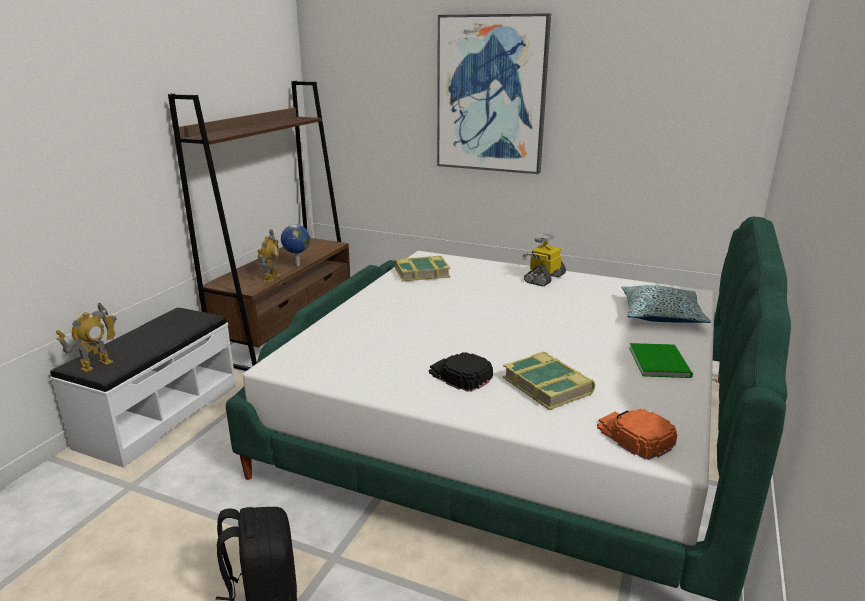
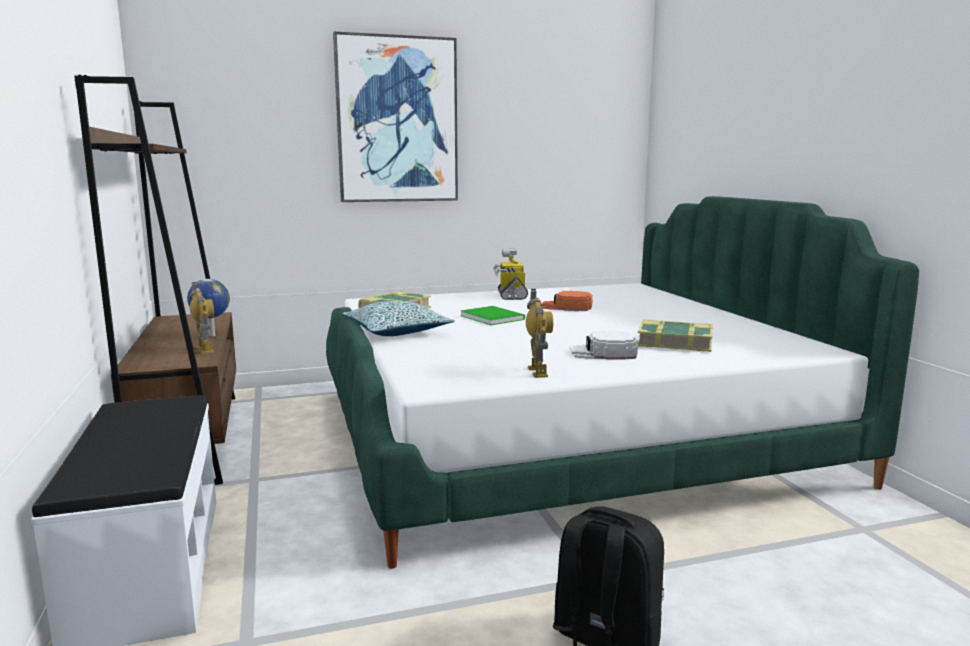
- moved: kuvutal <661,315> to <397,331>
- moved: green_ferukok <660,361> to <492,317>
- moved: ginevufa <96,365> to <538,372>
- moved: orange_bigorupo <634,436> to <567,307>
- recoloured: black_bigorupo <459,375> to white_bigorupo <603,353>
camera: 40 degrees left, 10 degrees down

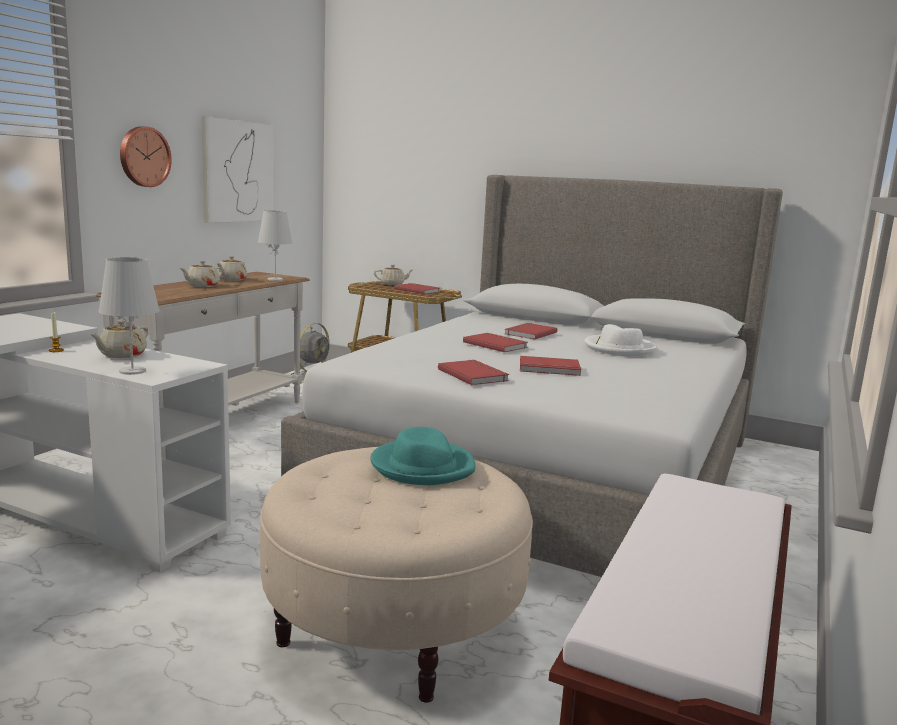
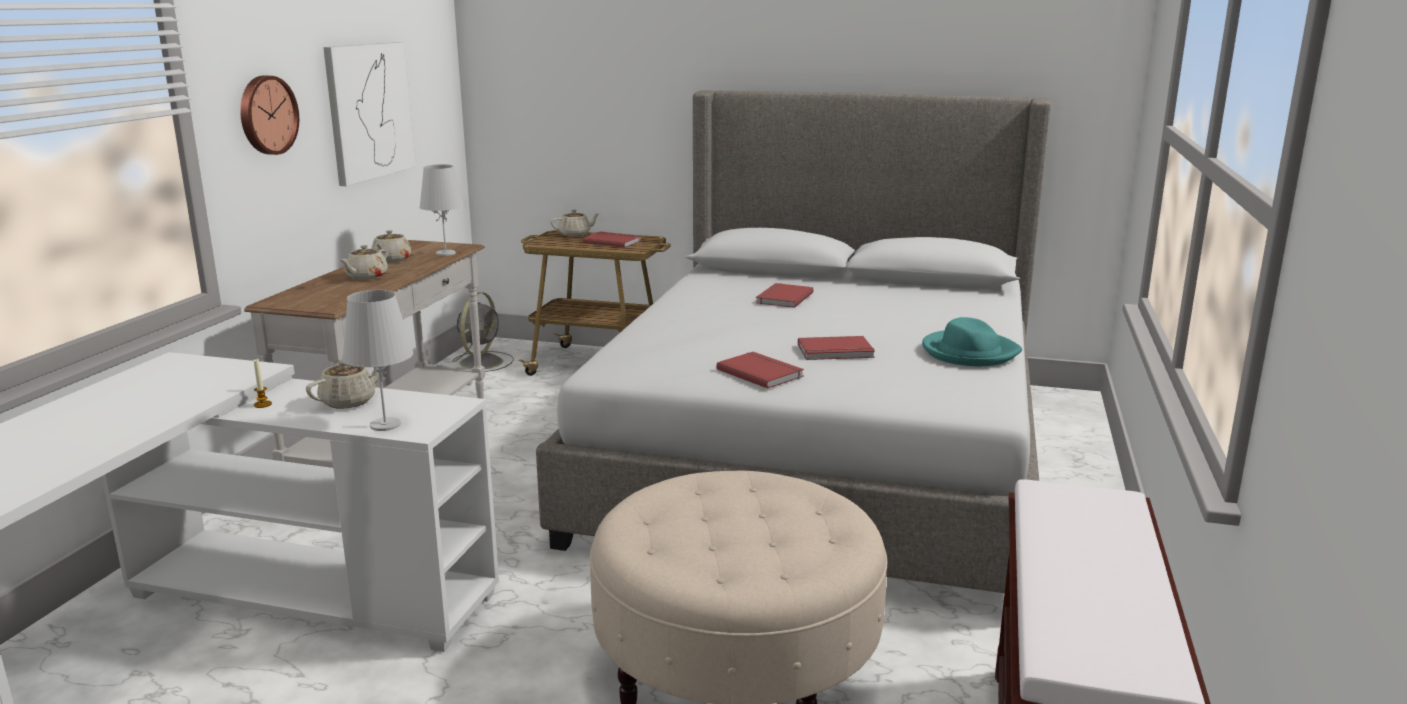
- turned: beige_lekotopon <121,355> = <349,401> 150 degrees counterclockwise
- moved: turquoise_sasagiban <422,466> to <969,352>
- removed: red_ferukok <496,344>
- removed: white_sasagiban <619,349>
camera: 10 degrees left, 5 degrees up

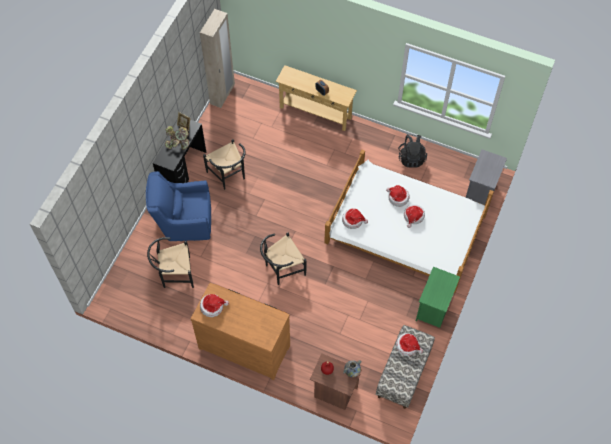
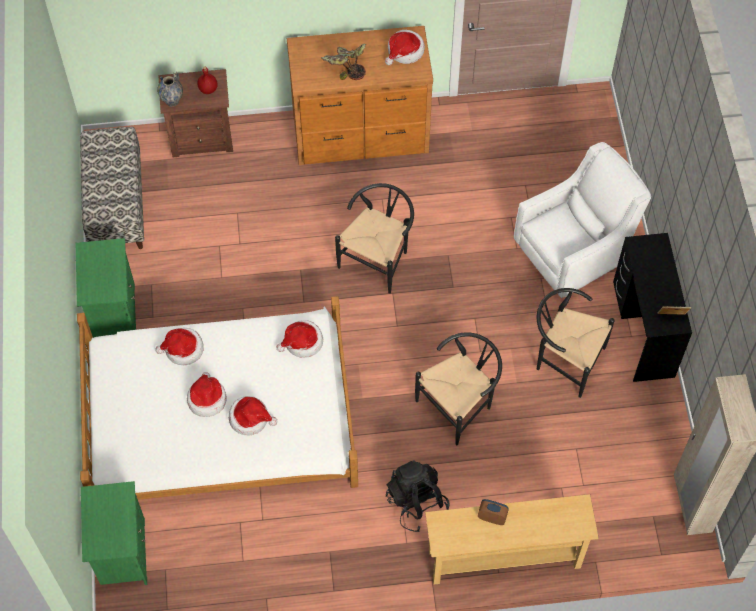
- recoloured: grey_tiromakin <480,193> to green_tiromakin <122,553>
- moved: sasagiban <407,346> to <183,350>
- moved: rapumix <178,143> to <345,68>
- moved: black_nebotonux <411,158> to <416,503>
- moved: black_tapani <174,274> to <459,404>
- recoloured: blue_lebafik <183,223> to white_lebafik <575,252>
camera: 150 degrees right, 0 degrees up

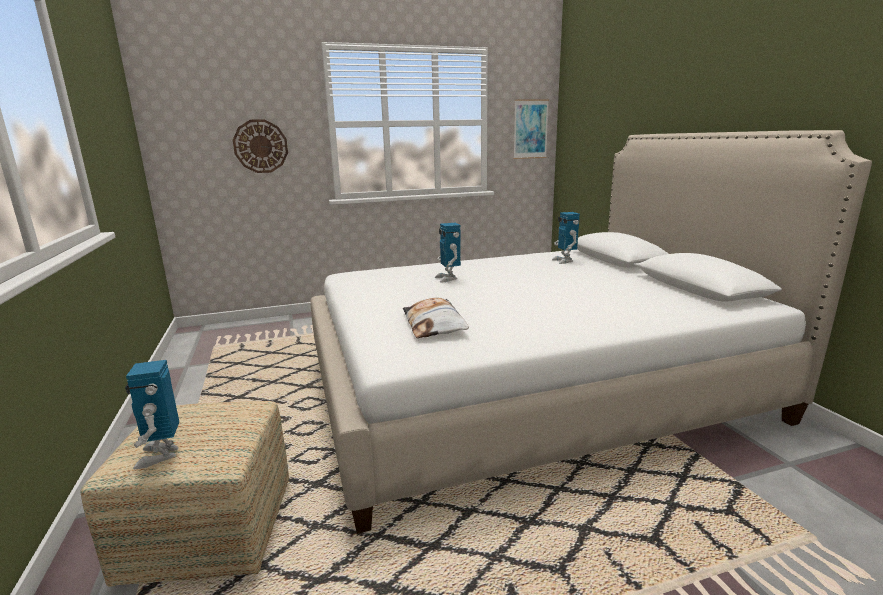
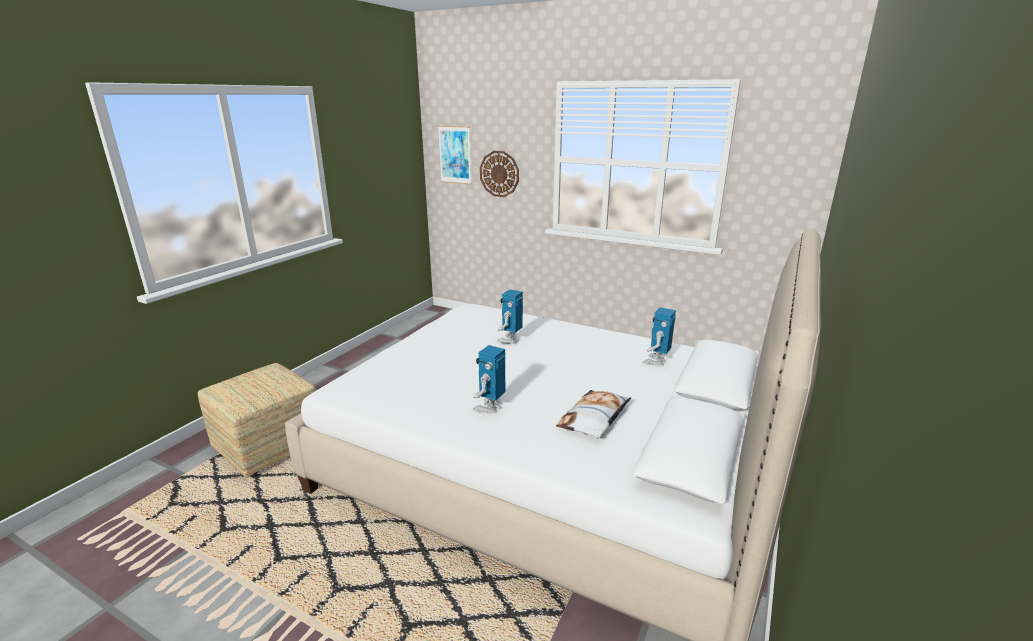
- moved: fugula <530,129> to <455,155>
- moved: ginevufa <161,454> to <490,408>
- moved: kuvutal <434,324> to <595,418>
camera: 45 degrees right, 5 degrees up

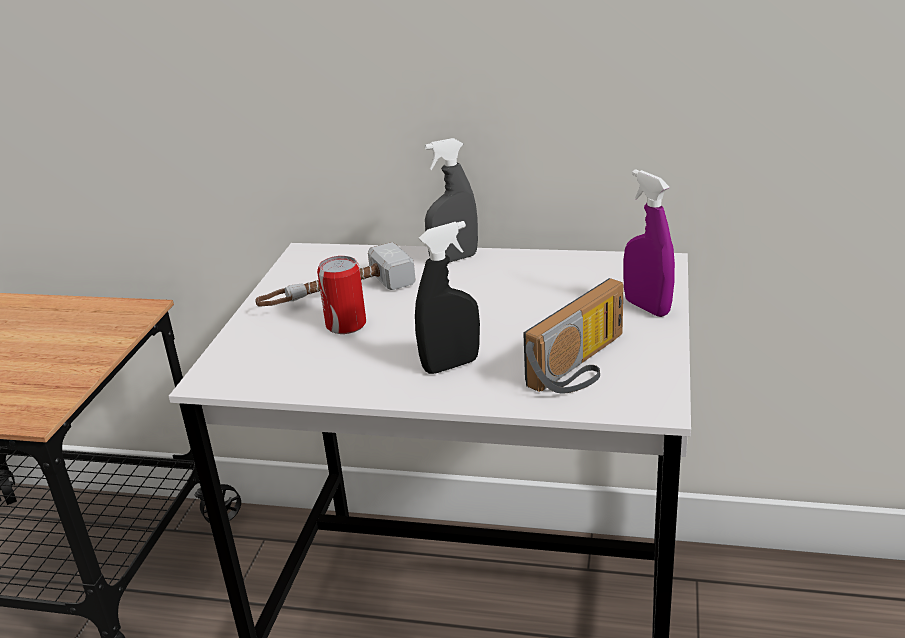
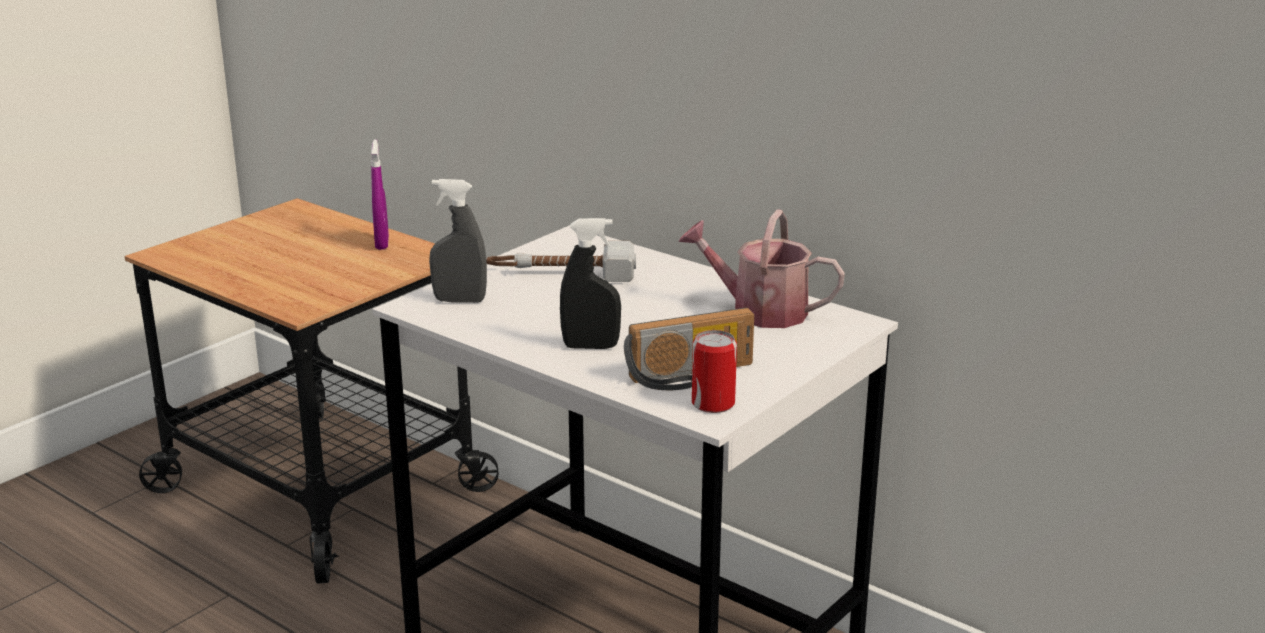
- moved: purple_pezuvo <646,307> to <382,243>
- moved: grey_pezuvo <454,259> to <460,300>
- added: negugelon <759,311>
- moved: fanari <346,324> to <713,403>
camera: 25 degrees right, 5 degrees down

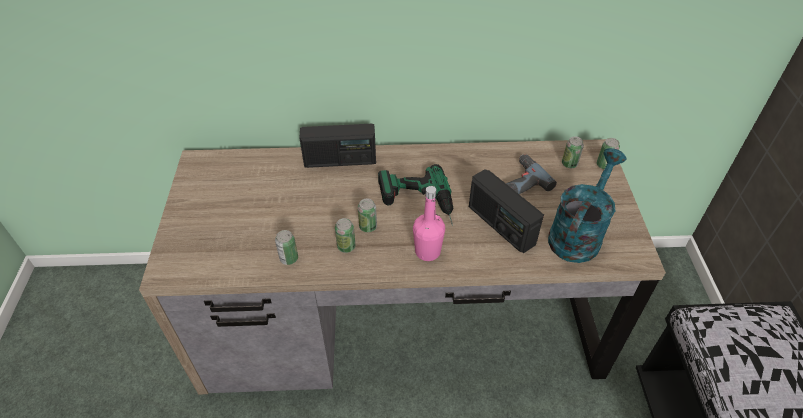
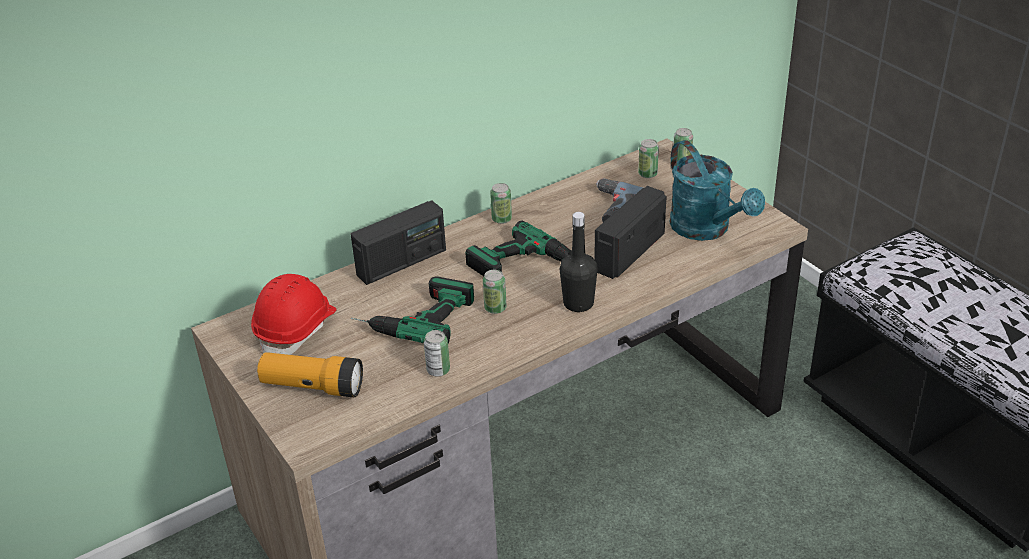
- added: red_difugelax <297,329>
- added: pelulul <313,387>
- added: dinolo <413,316>
- moved: fanari <346,246> to <501,219>
- recoloured: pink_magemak <427,252> to black_magemak <578,303>
- turned: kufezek <501,225> = <629,252> 105 degrees clockwise
- turned: turquoise_negugelon <578,233> = <707,229> 150 degrees clockwise
camera: 30 degrees left, 10 degrees down

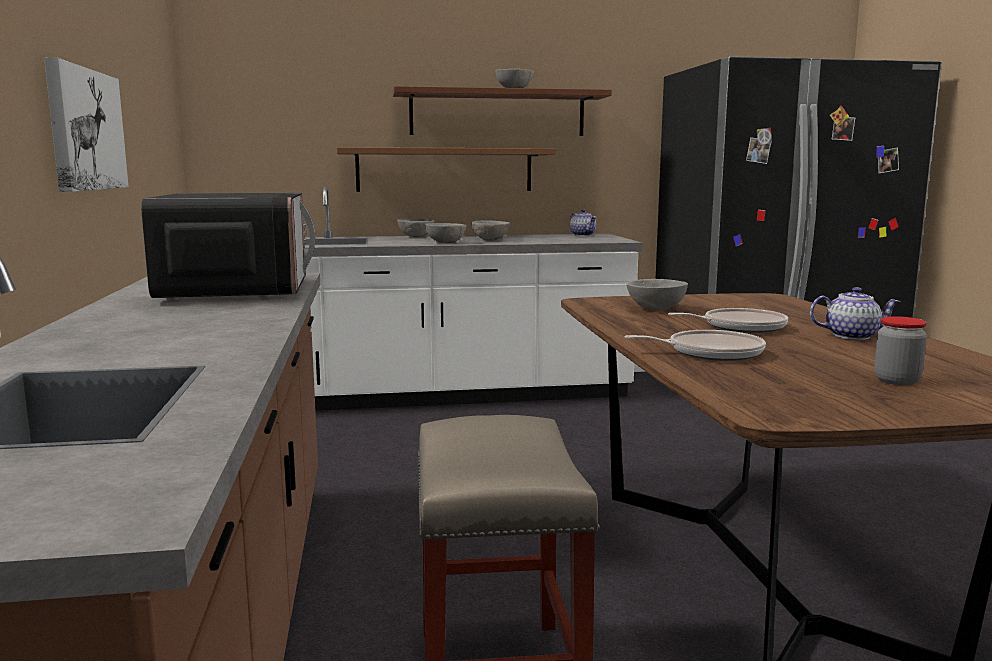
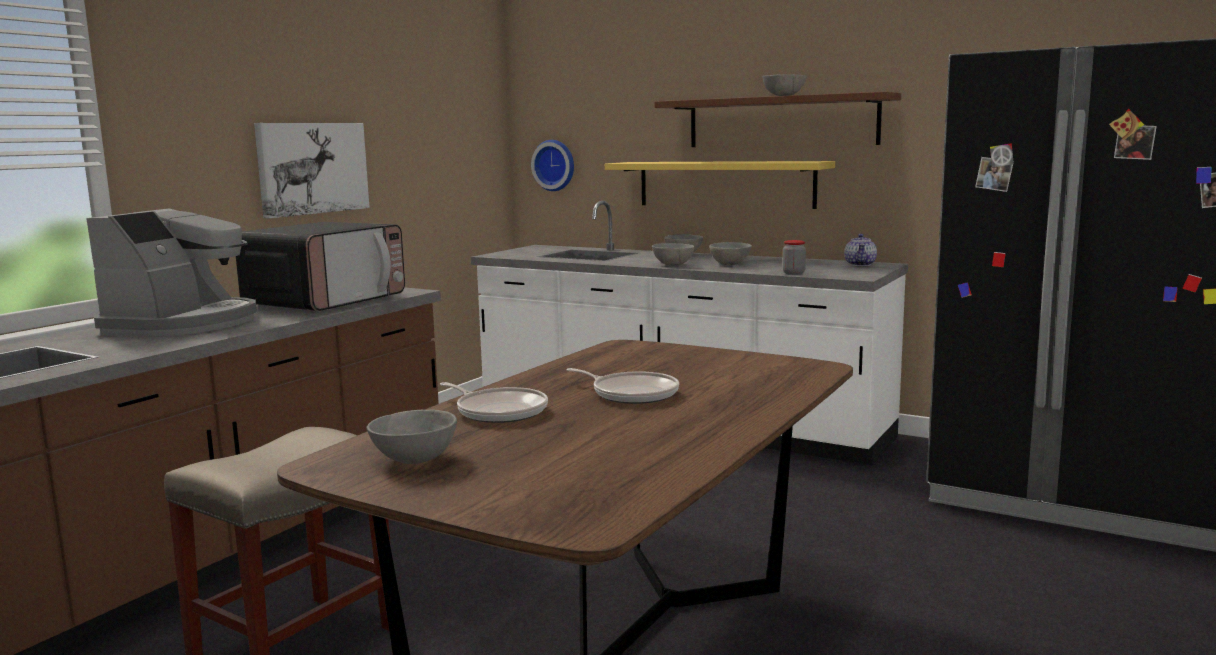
- added: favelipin <184,324>
- moved: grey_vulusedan <655,310> to <413,461>
- added: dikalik <555,165>
- recoloured: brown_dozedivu <444,170> to yellow_dozedivu <725,184>
- moved: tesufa <897,381> to <793,273>
- removed: lekotopon <852,336>
camera: 40 degrees right, 0 degrees up

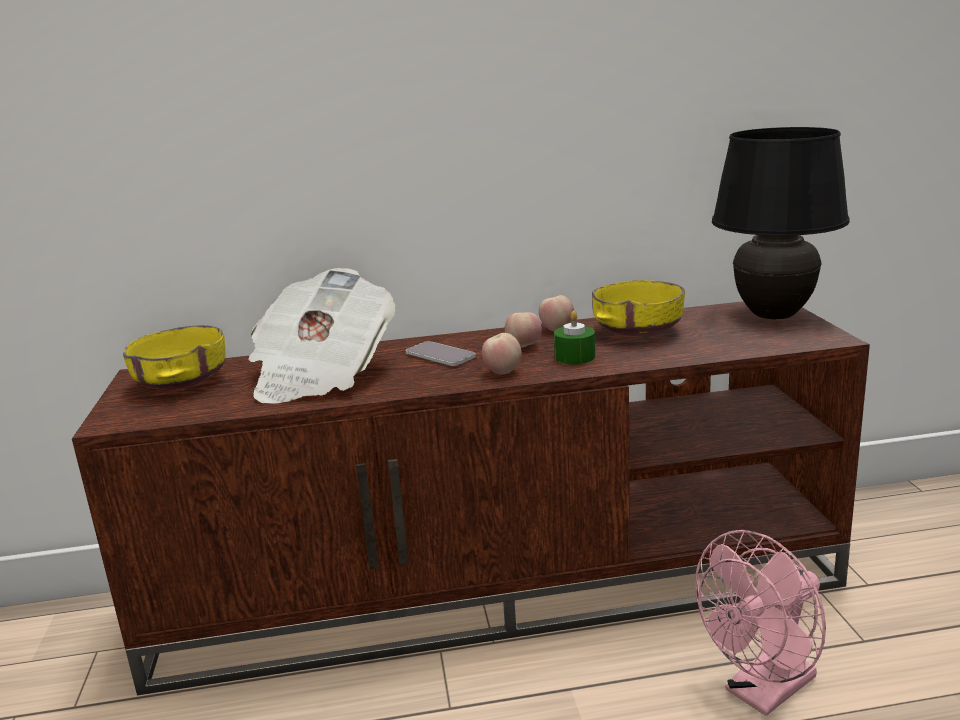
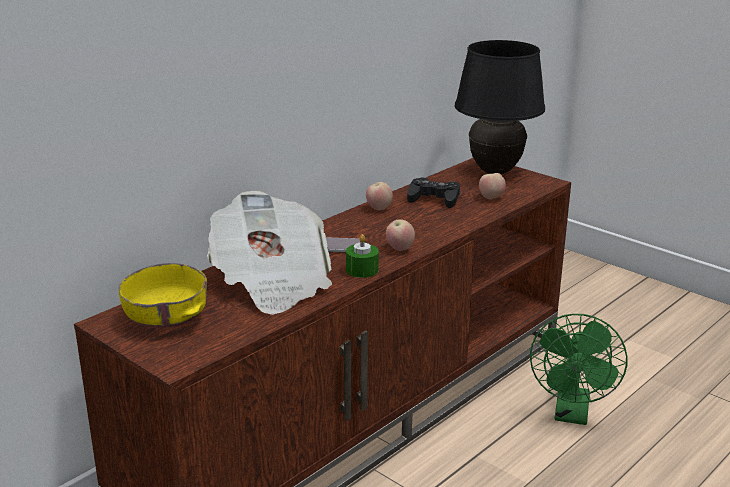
- moved: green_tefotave <575,357> to <362,270>
- replaced: yellow_vulusedan <639,331> to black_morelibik <434,199>
- moved: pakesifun <523,347> to <491,198>
- recoloured: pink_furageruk <762,693> to green_furageruk <572,414>
camera: 40 degrees left, 5 degrees up

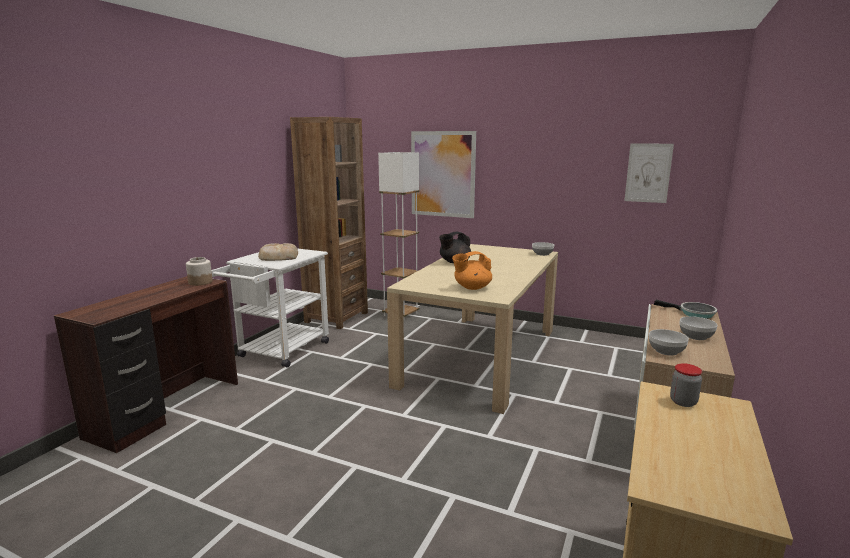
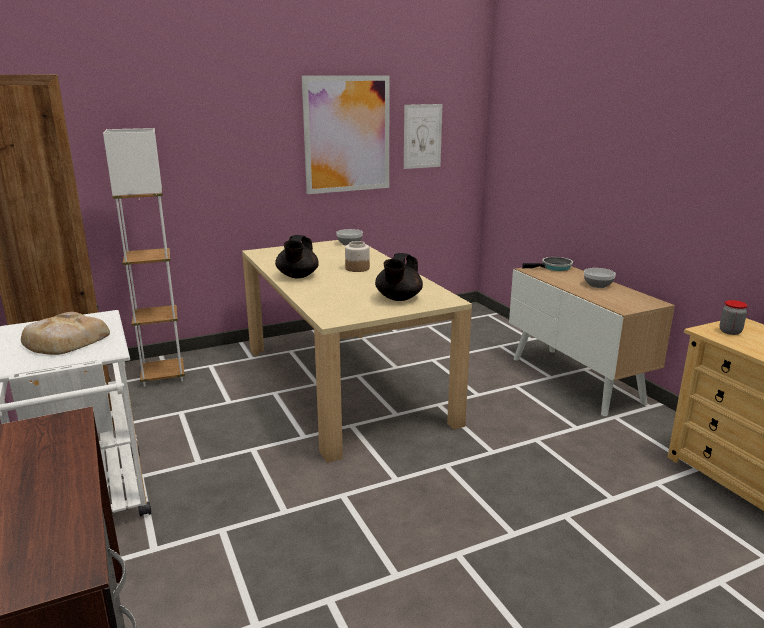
- moved: fugula <443,174> to <347,134>
- moved: tesufa <200,282> to <357,268>
- recoloured: orange_lekotopon <472,287> to black_lekotopon <398,298>
- removed: vulusedan <665,351>
camera: 50 degrees left, 5 degrees up

